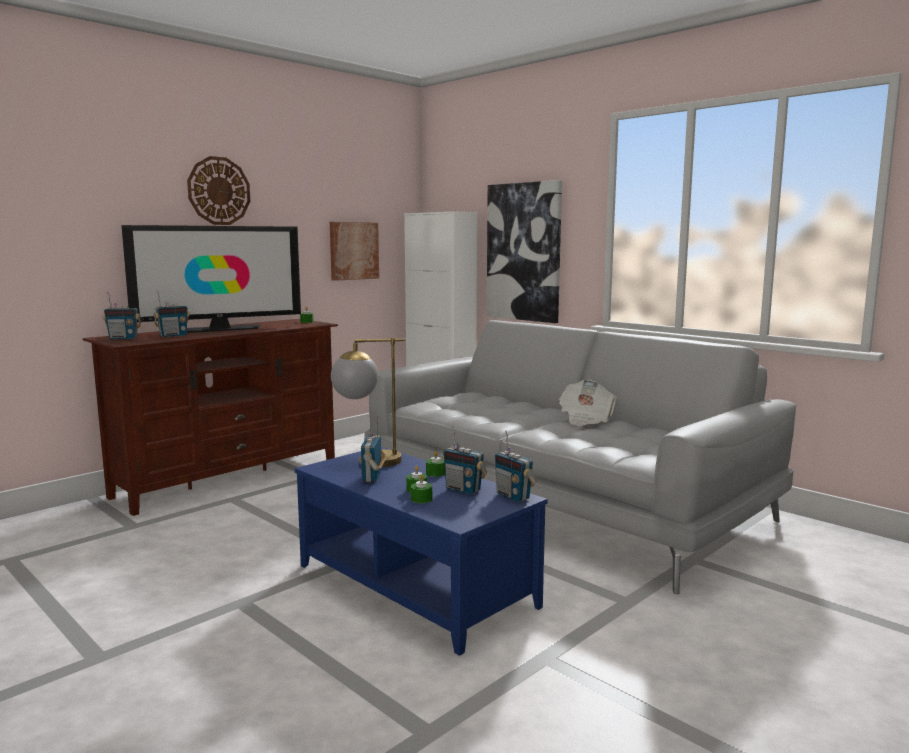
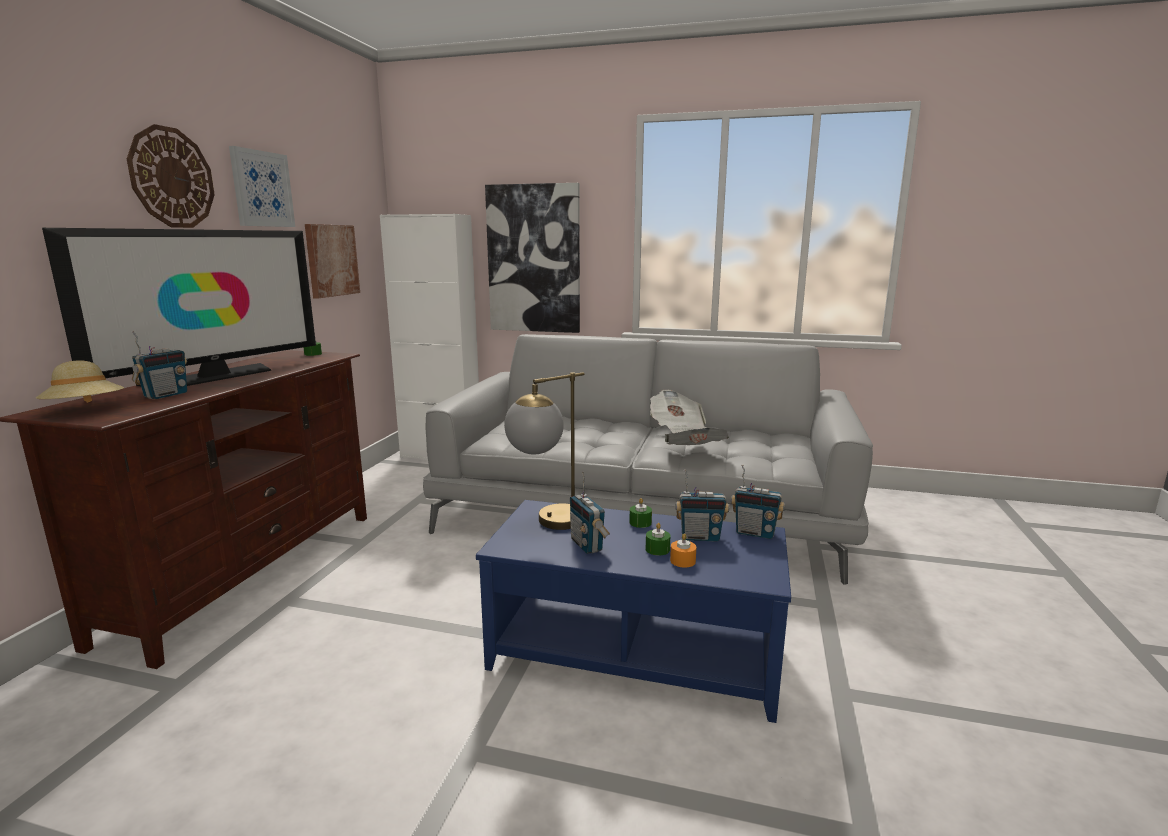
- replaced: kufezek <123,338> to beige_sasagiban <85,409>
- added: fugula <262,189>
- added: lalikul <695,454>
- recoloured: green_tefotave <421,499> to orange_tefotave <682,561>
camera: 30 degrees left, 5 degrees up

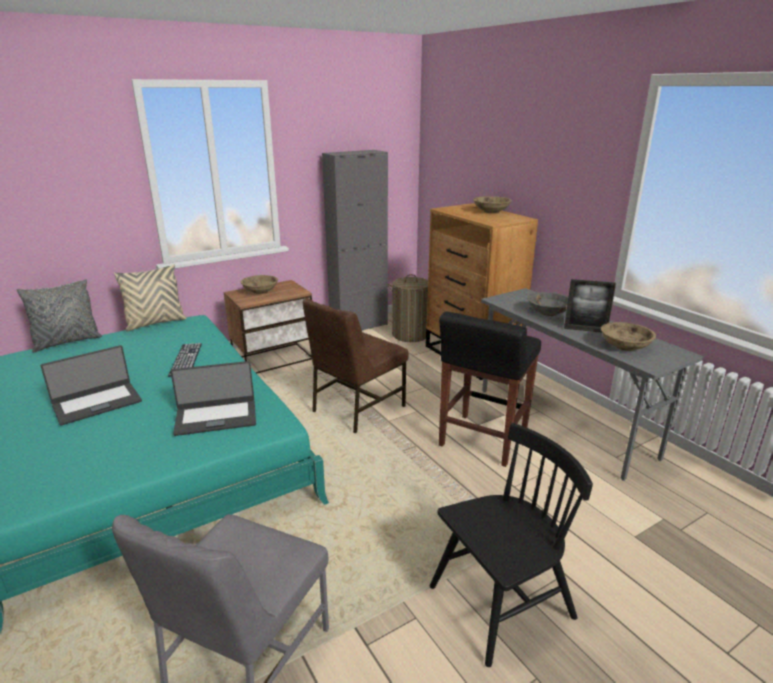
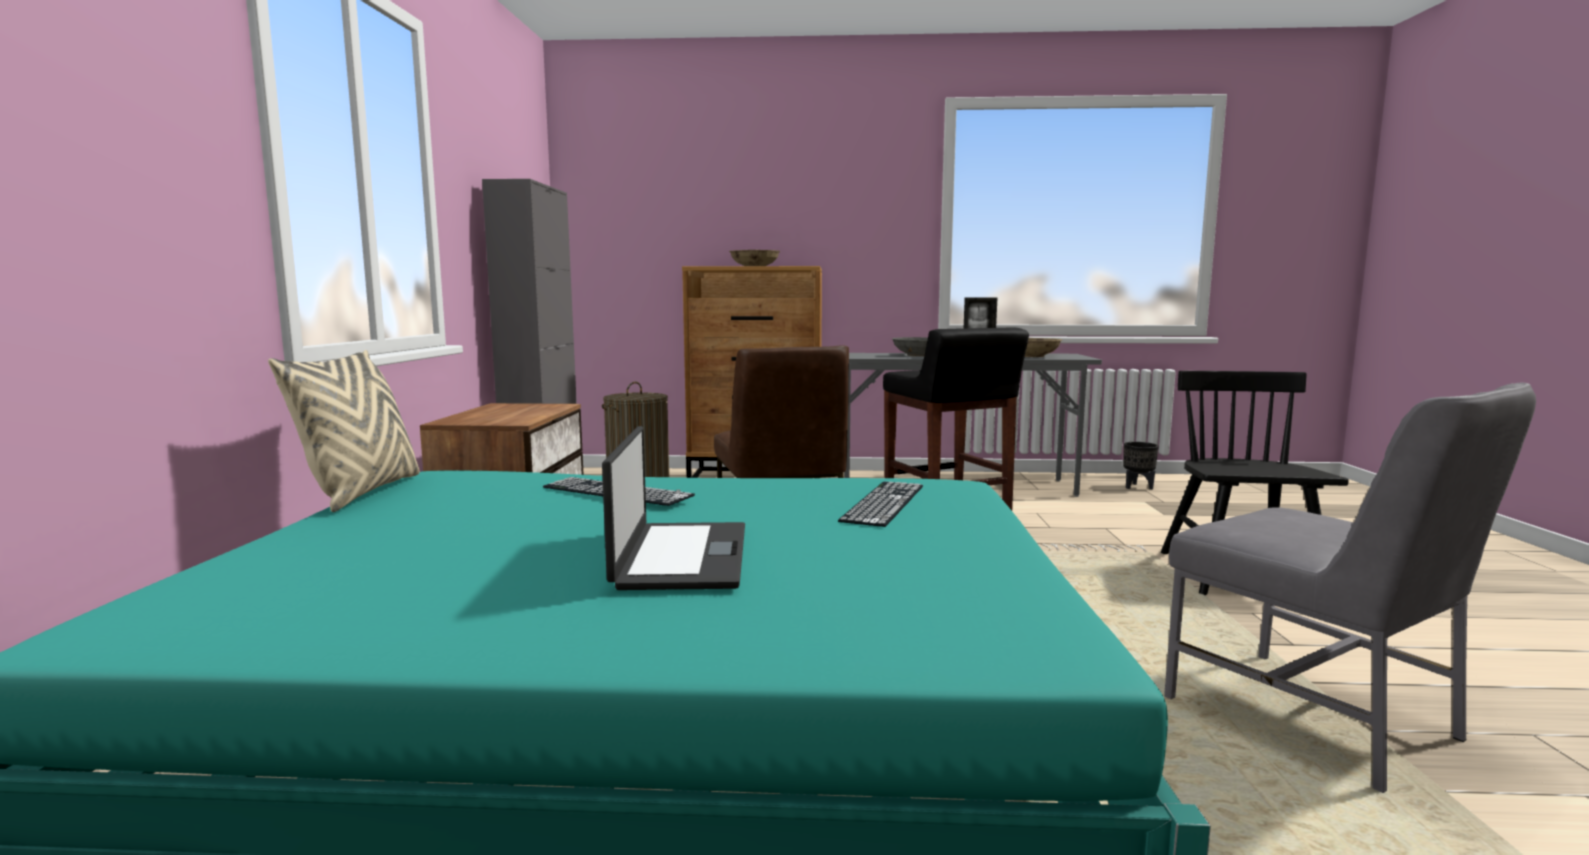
- replaced: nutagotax <216,417> to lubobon <884,503>
- added: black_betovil <1138,487>
- removed: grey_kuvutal <67,342>
- removed: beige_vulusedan <260,291>
camera: 55 degrees left, 15 degrees down

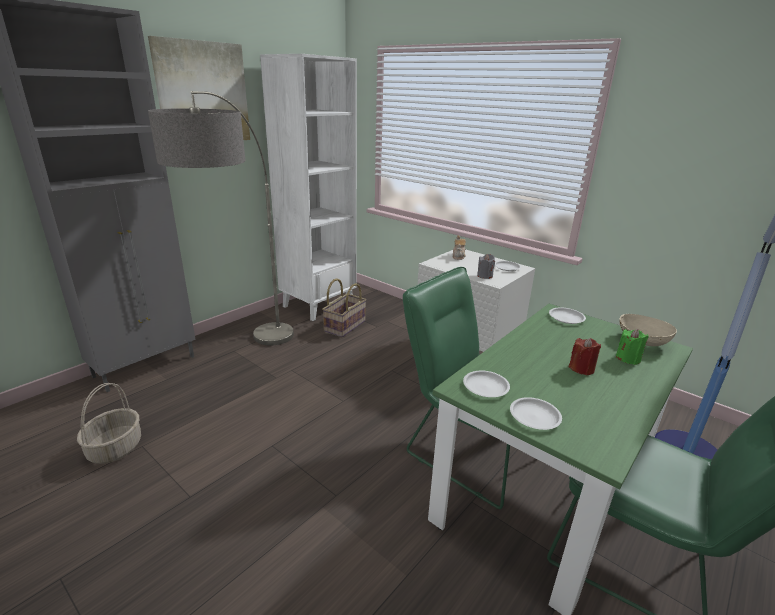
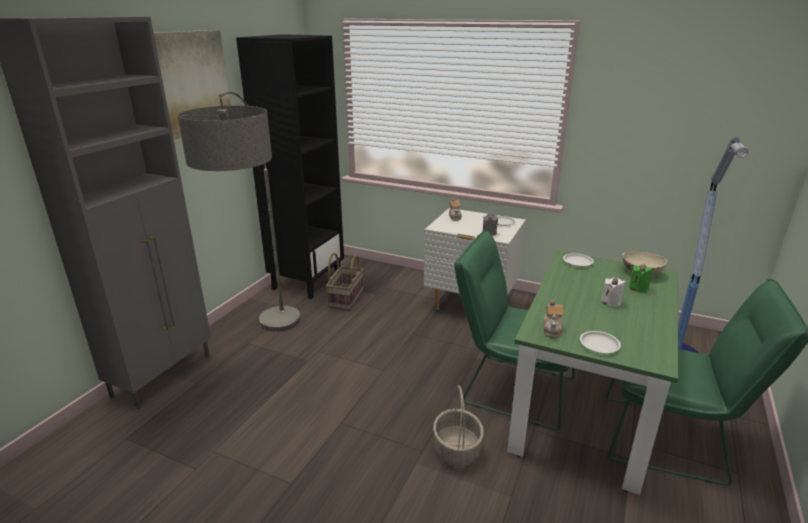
- recoloured: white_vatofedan <318,304> to black_vatofedan <307,281>
- moved: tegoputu <115,448> to <456,449>
- replaced: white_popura <486,387> to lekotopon <552,329>
- recoloured: red_tefotave <581,368> to white_tefotave <611,302>
camera: 15 degrees left, 0 degrees up

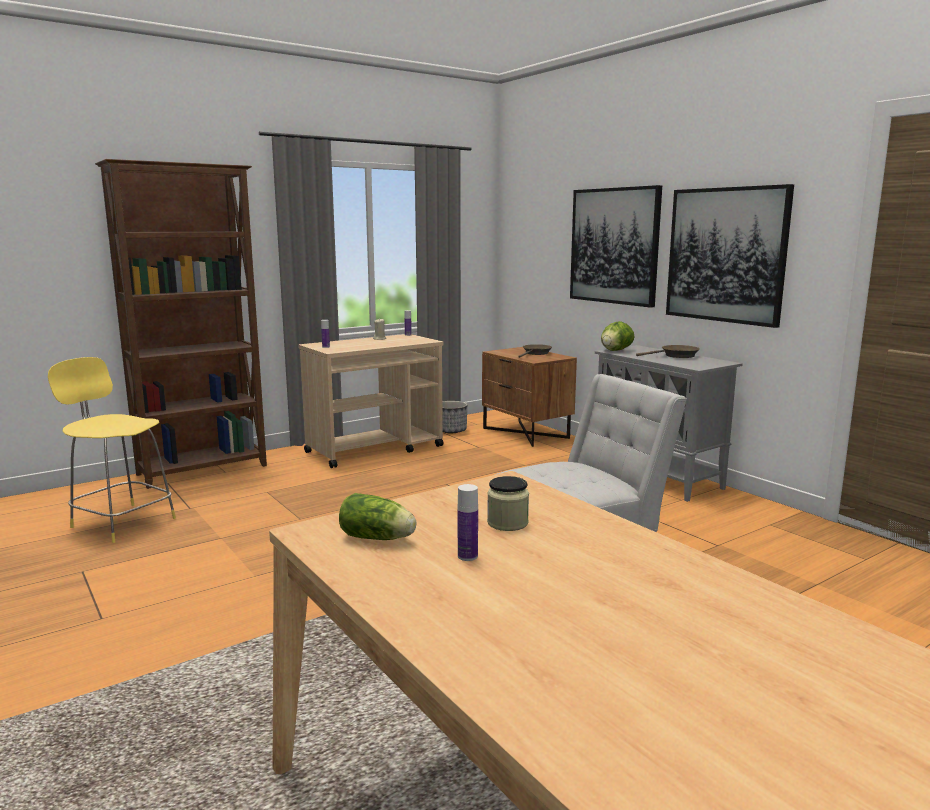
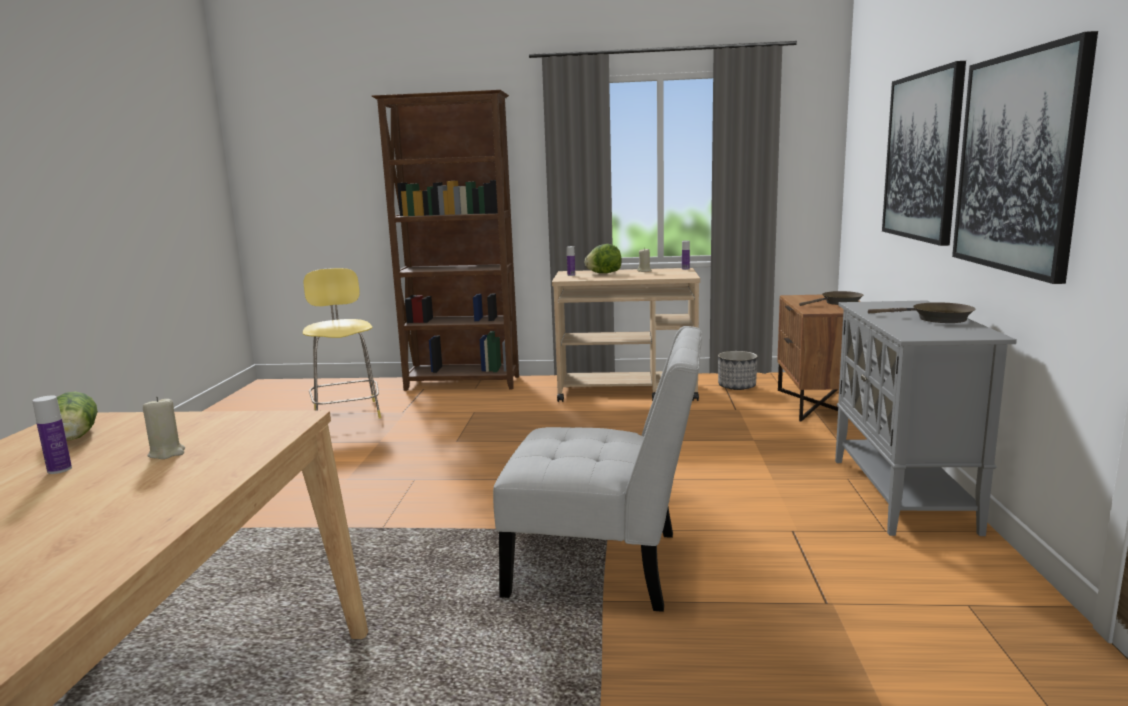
- replaced: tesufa <507,523> to beige_tefotave <167,453>
- moved: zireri <615,350> to <604,273>
camera: 40 degrees right, 0 degrees up

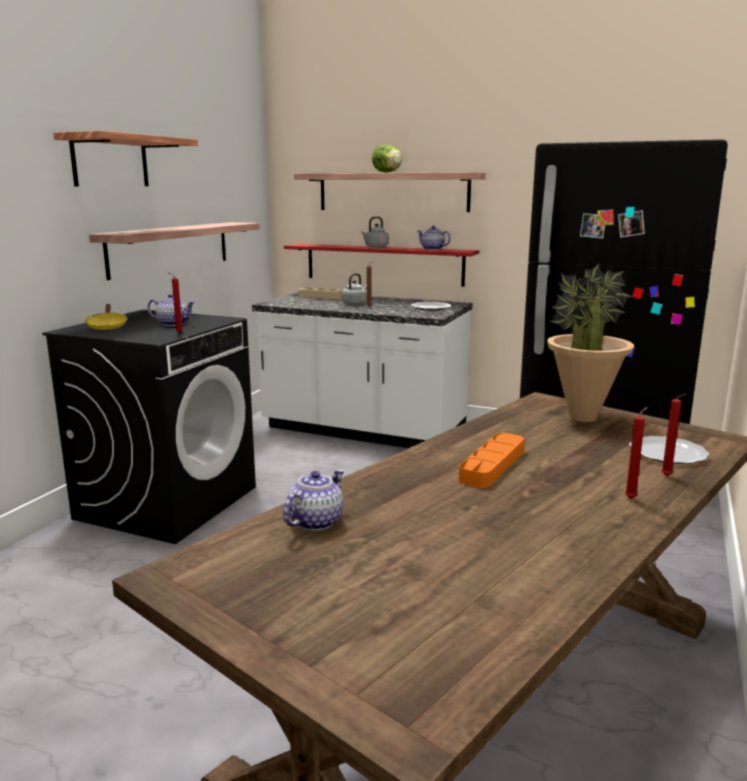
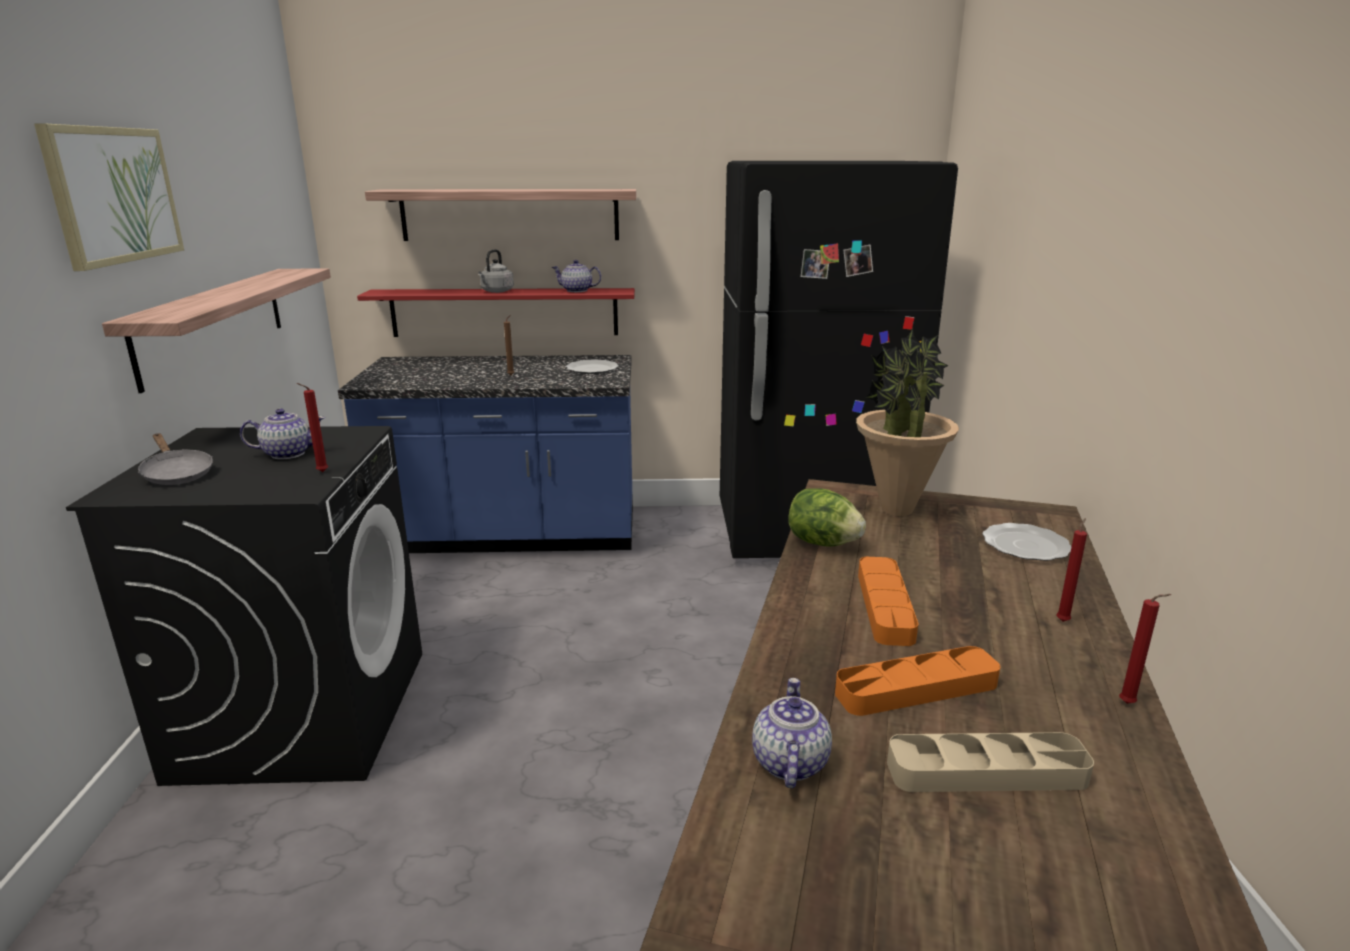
- replaced: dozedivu <110,161> to fugula <113,195>
- recoloured: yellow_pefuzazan <107,326> to grey_pefuzazan <176,474>
- recoloured: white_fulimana <363,430> to blue_fulimana <510,535>
- moved: zireri <387,172> to <822,543>
- added: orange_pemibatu <916,688>
- moved: beige_pemibatu <325,297> to <986,771>
- moved: red_tefotave <668,477> to <1129,704>
- removed: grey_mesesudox <355,304>
camera: 25 degrees left, 5 degrees up

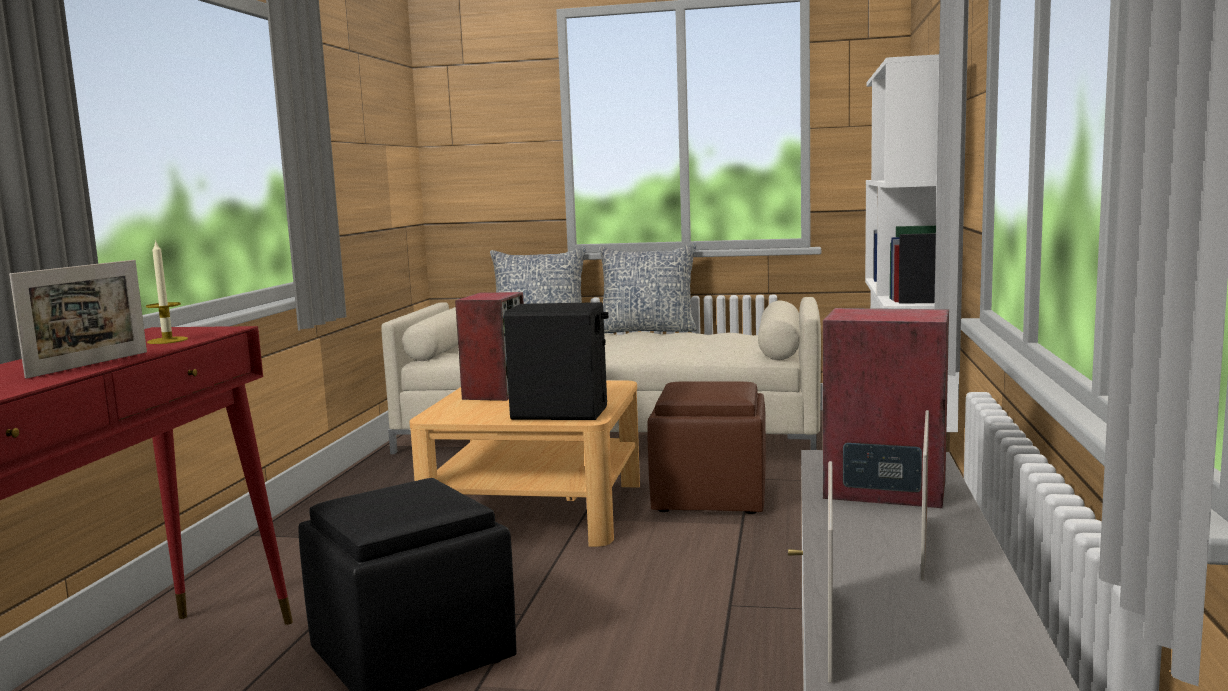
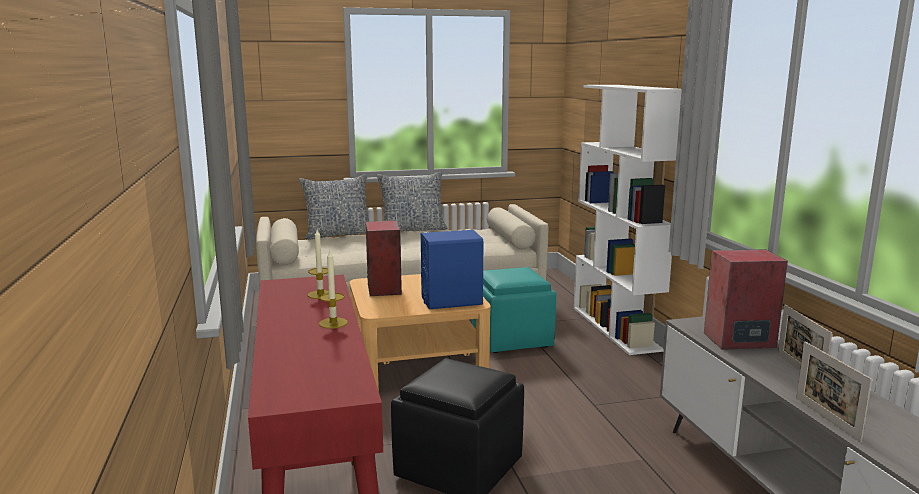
- replaced: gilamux <89,364> to tefotave <333,323>
- recoloured: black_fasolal <560,413> to blue_fasolal <452,301>
- recoloured: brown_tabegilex <711,496> to turquoise_tabegilex <512,338>
camera: 25 degrees left, 5 degrees up

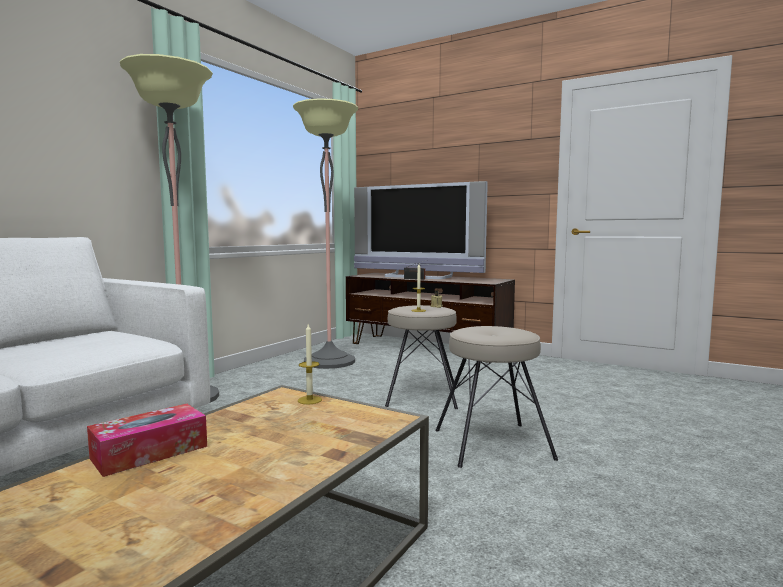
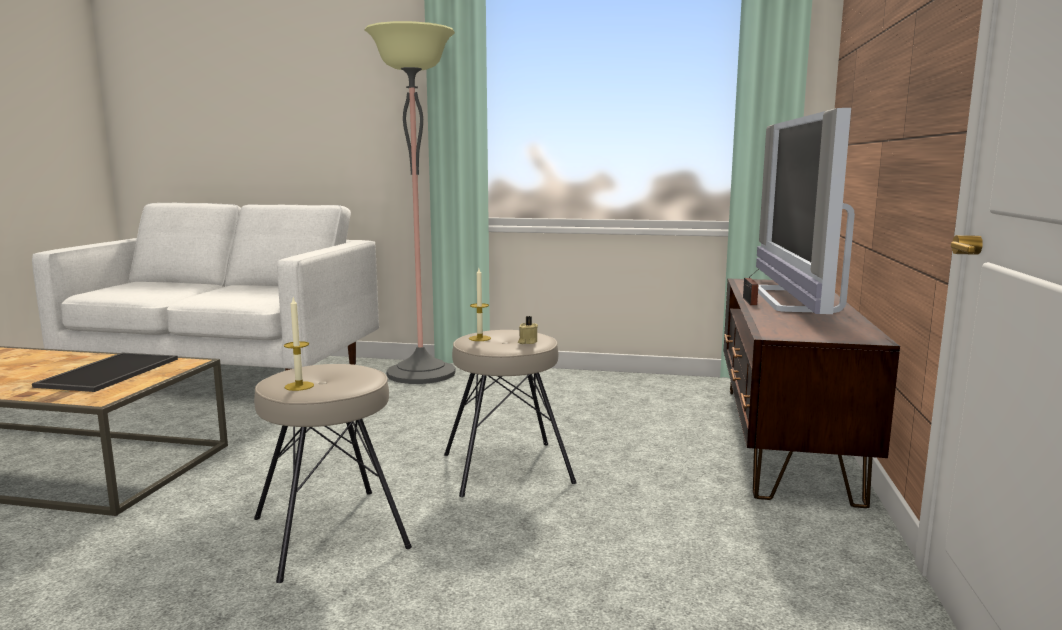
- added: pemibatu <109,372>
- moved: tefotave <309,400> to <299,386>
- removed: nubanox <150,452>
- removed: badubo <329,361>
camera: 70 degrees right, 5 degrees up

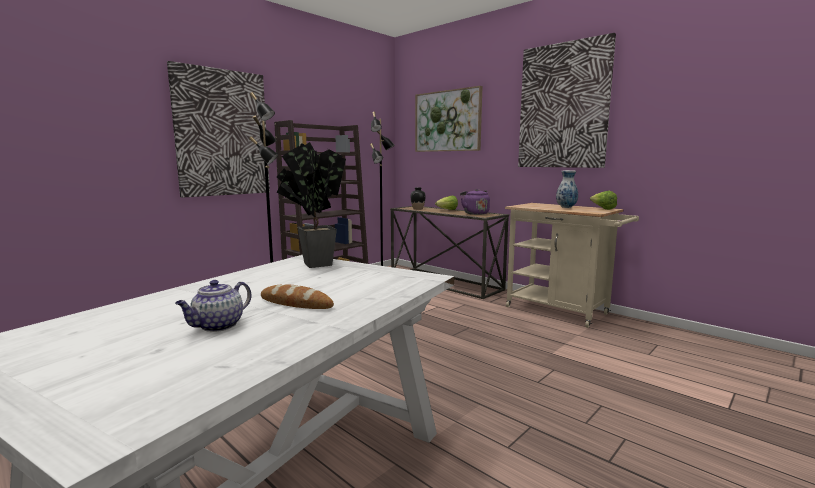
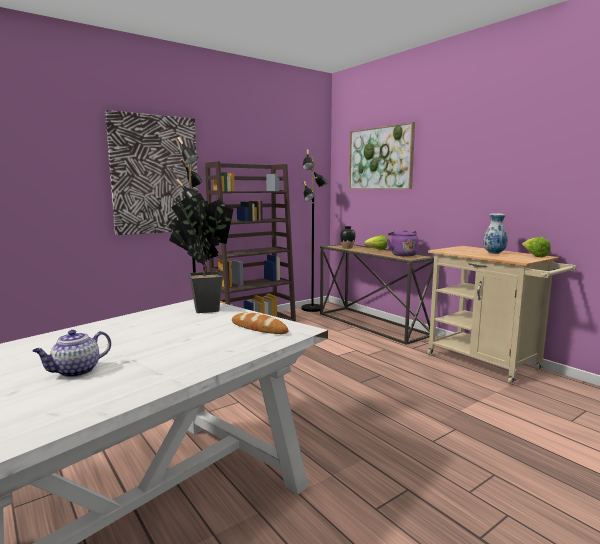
- moved: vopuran <296,303> to <259,328>
- removed: fugula <563,106>
camera: 10 degrees right, 0 degrees up

